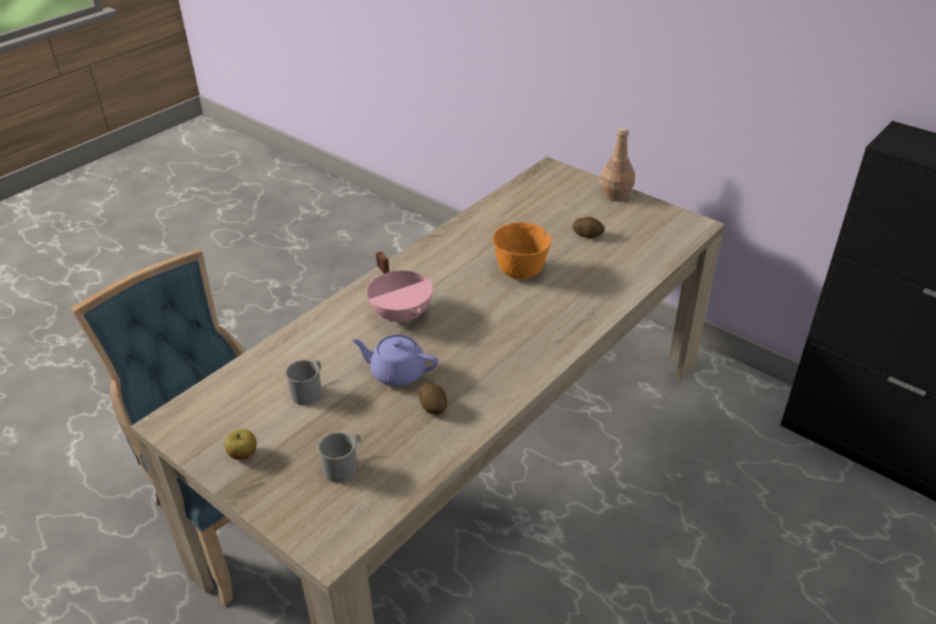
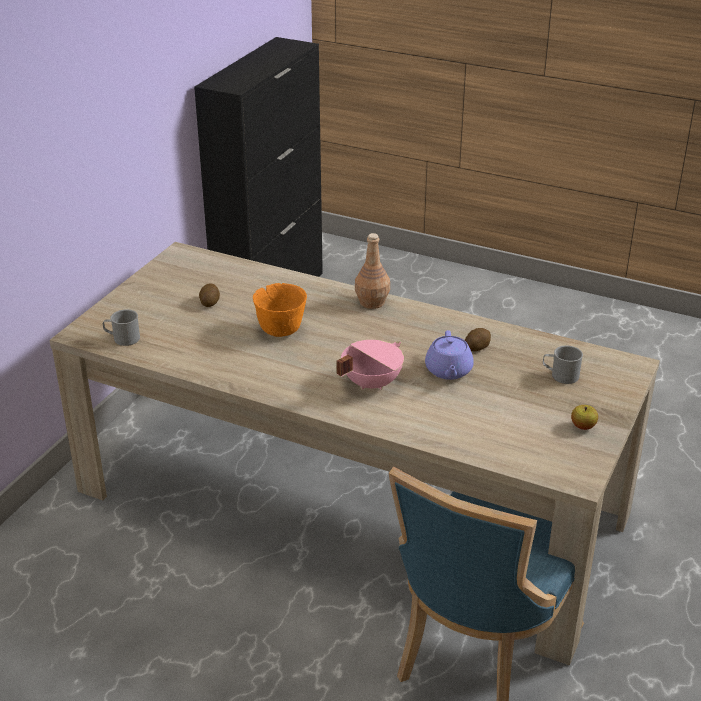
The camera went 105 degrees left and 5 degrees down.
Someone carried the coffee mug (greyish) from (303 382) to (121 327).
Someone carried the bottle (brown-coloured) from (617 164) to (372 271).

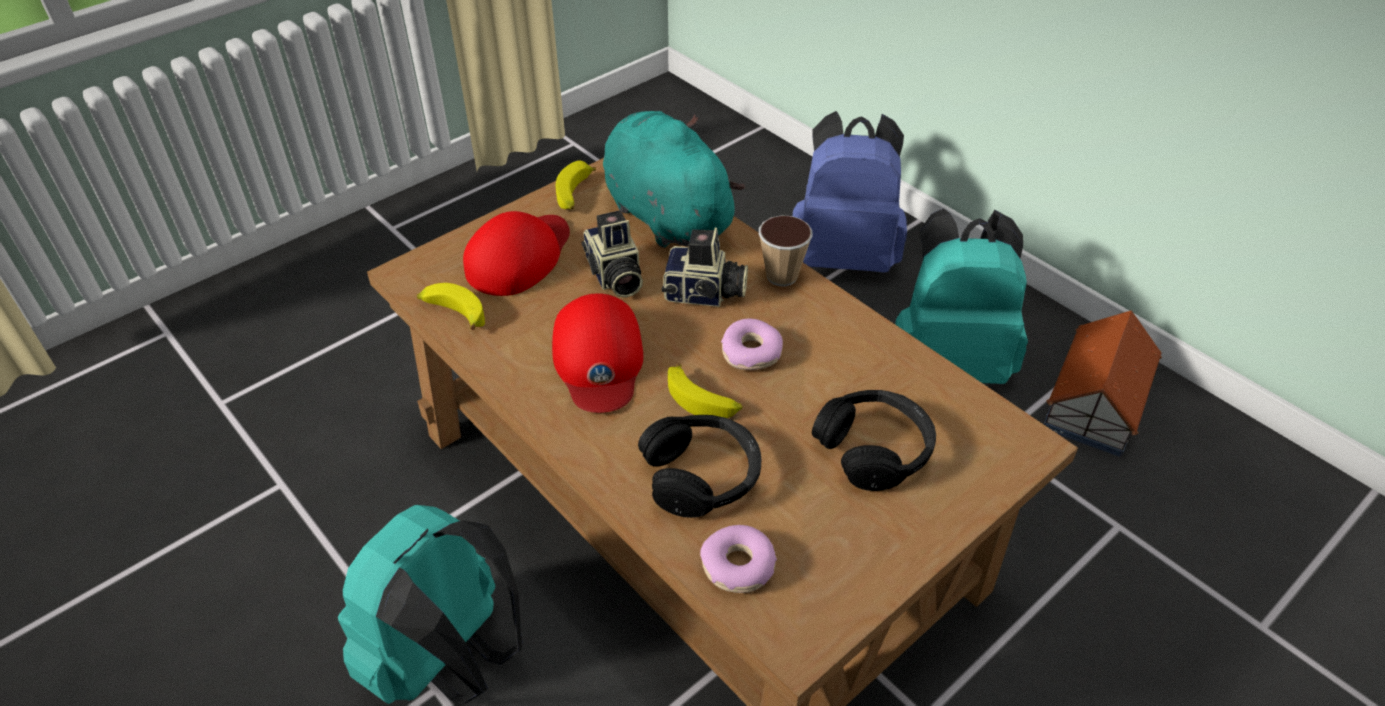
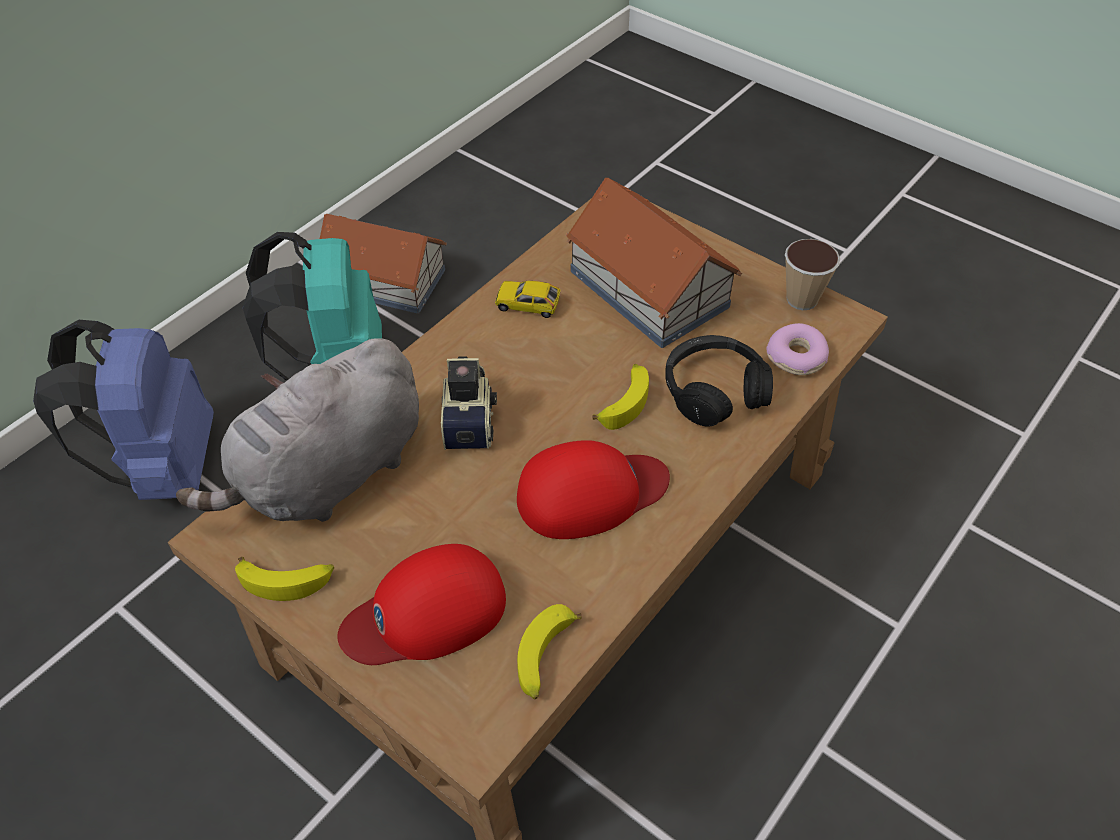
The camera went 100 degrees left and 5 degrees up.
Someone took away the rucksack (turquoise) at (430 604).
Someone rotated the peaked cap (red-coloured) at (516 253) by 45 degrees counterclockwise.
Someone took away the photo camera at (612 254).
Someone repainted the cuddly toy (turquoise) at (674 179), which became the cuddly toy (greyish) at (297 430).
Someone took away the doughnut at (752 344).
Someone carried the small cup from (785 251) to (812 274).
Someone swapped the headset (black-coloured) at (874 440) for the model house at (654 263).
Someone put down the miniature car at (527 299).

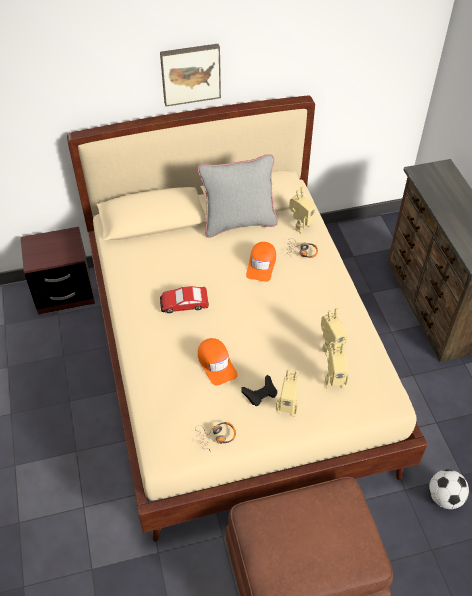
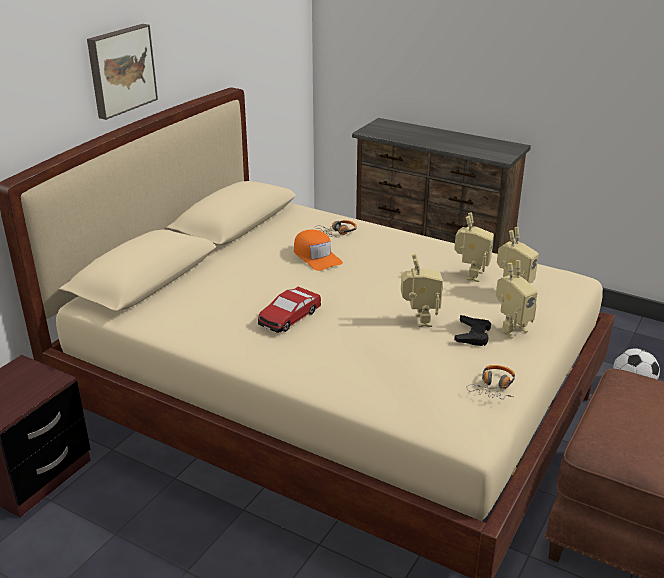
The camera went 45 degrees left and 20 degrees down.
Someone took away the throw pillow (greyish) at (237 196).
Someone took away the peaked cap (orange) at (218 362).
Someone carried the model robot from (302 210) to (422 290).

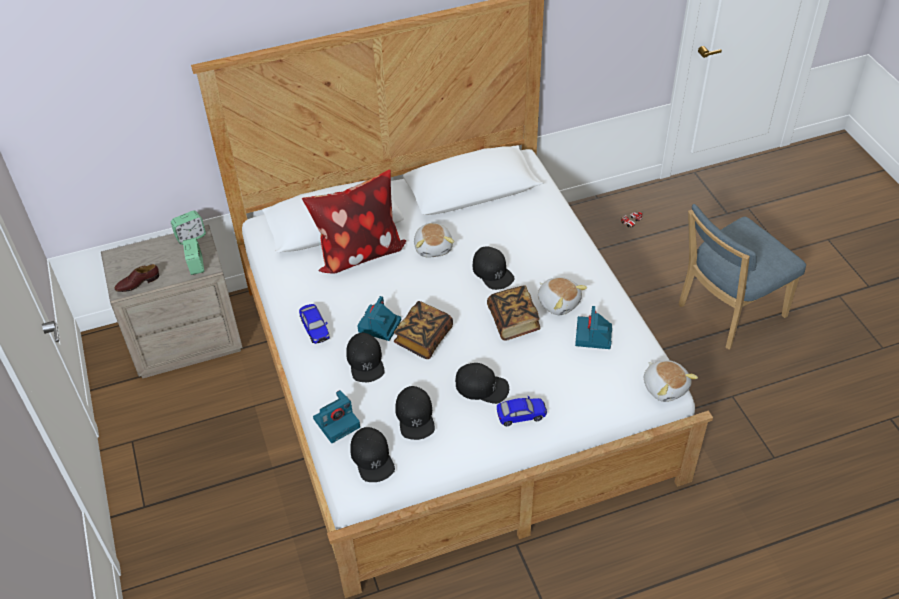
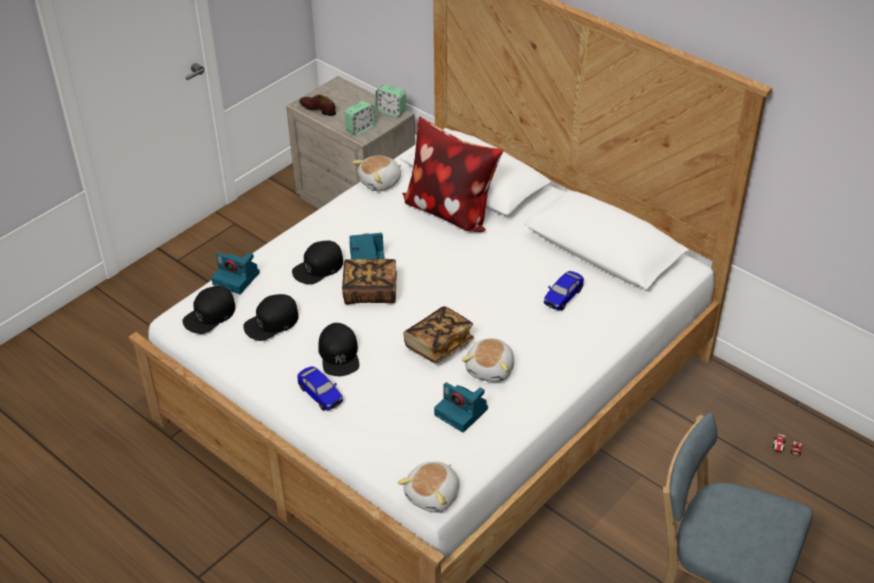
The camera went 60 degrees right and 5 degrees down.
Someone carried the miniature car from (314 324) to (564 291).
Someone carried the cuddly toy from (434 240) to (377 173).
Someone took away the peaked cap (black-coloured) at (494 268).
Someone rotated the photo camera at (593 327) by 120 degrees counterclockwise.

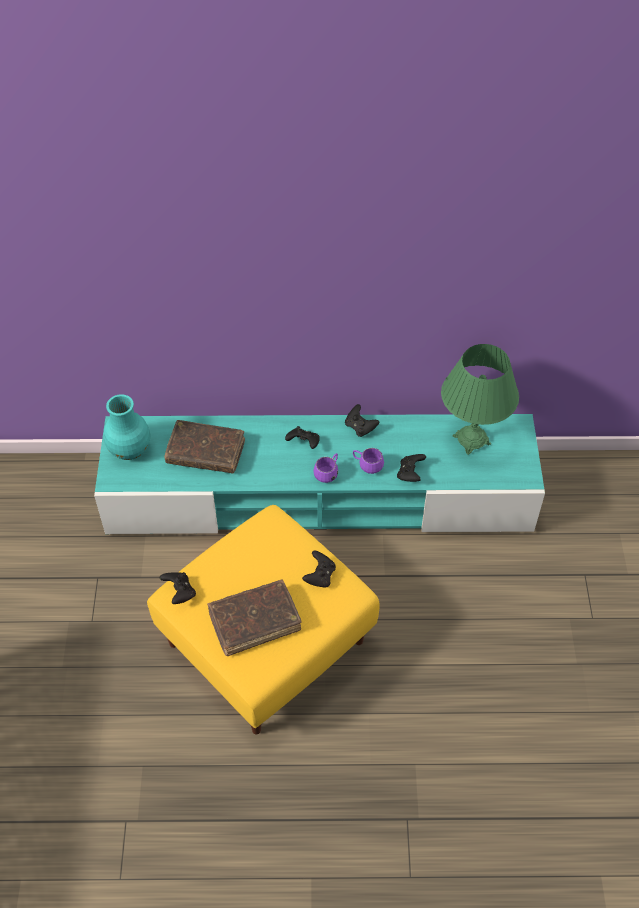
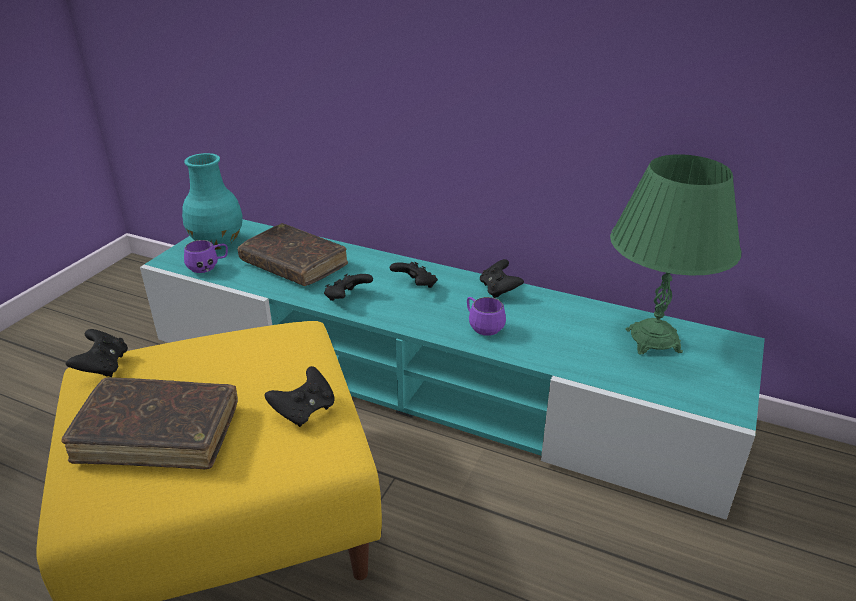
The camera went 25 degrees right and 20 degrees down.
Someone carried the coffee mug (purple) from (325 468) to (206 256).
Someone carried the joypad (black-coloured) from (411 468) to (348 287).

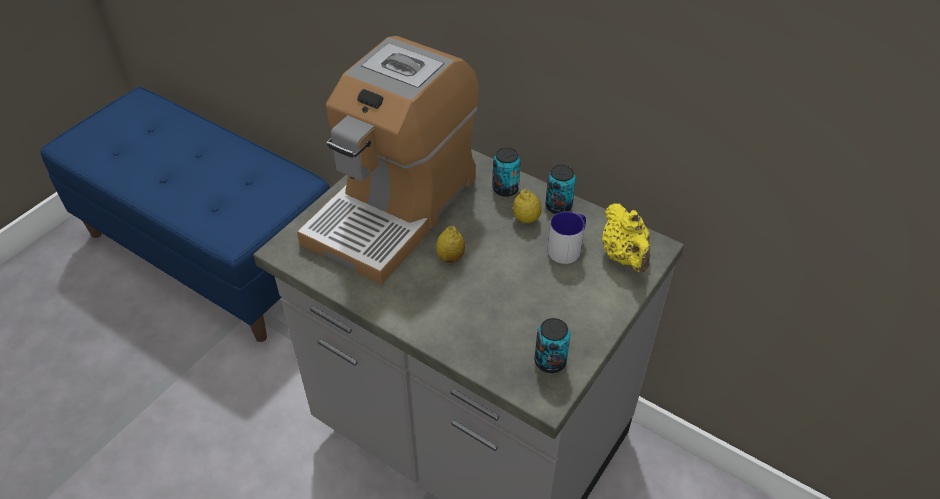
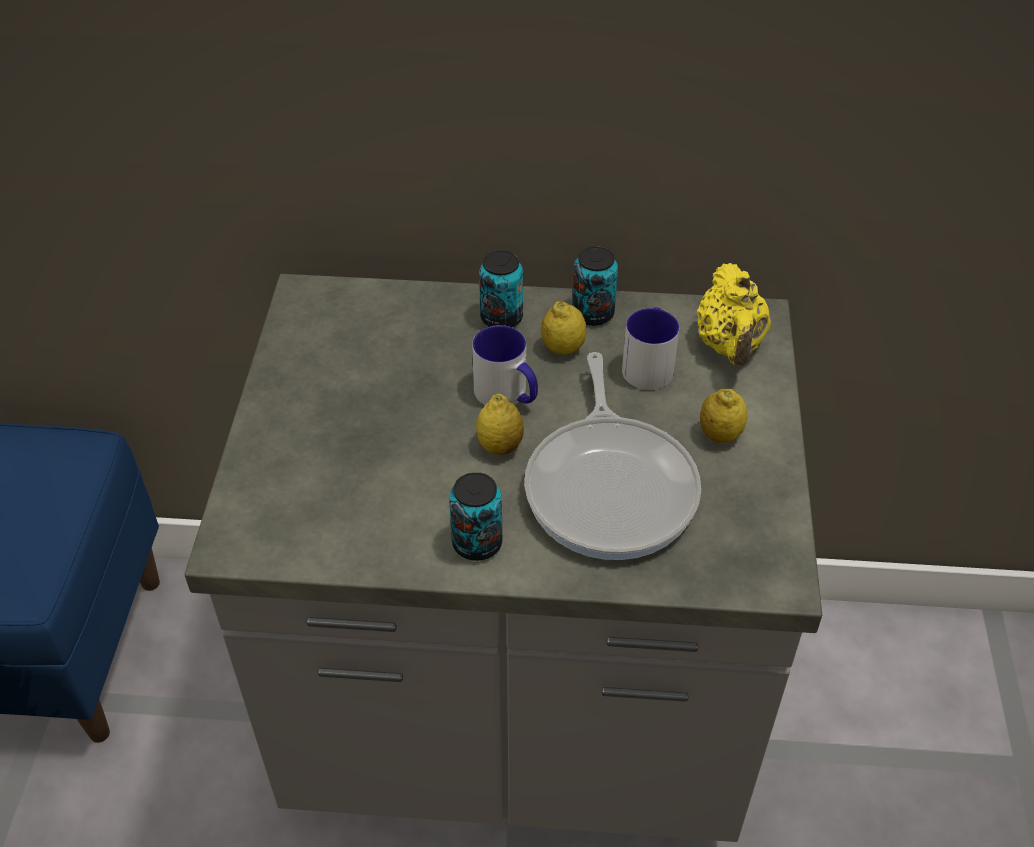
The camera went 30 degrees left and 0 degrees up.
Someone took away the coffee machine at (388 160).
Someone carried the metal can from (552 345) to (475 516).
Someone rotated the pot for tea (yellow-coloured) at (626 237) by 45 degrees clockwise.
Someone put down the coffee mug at (505 365).
Someone put down the pan at (612 456).
Someone put down the lemon at (724 416).

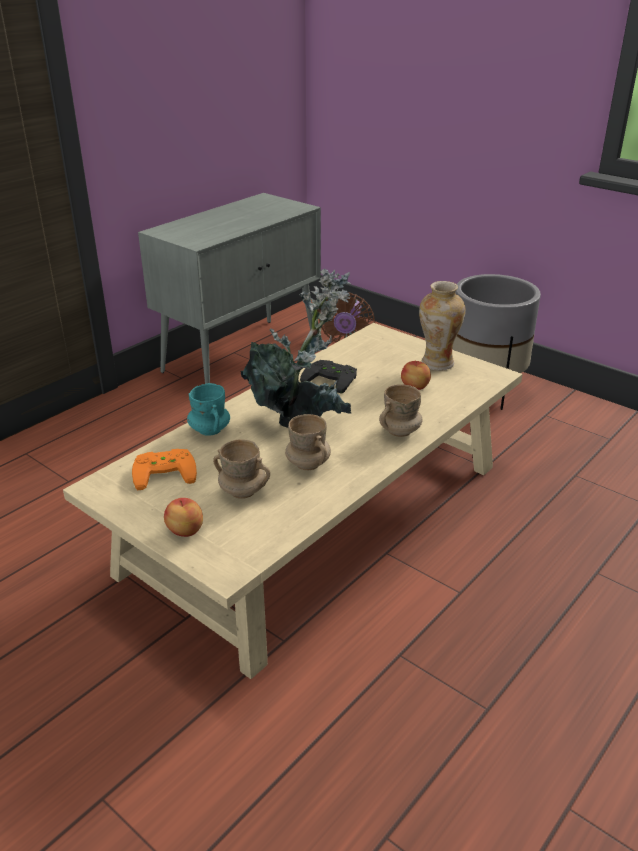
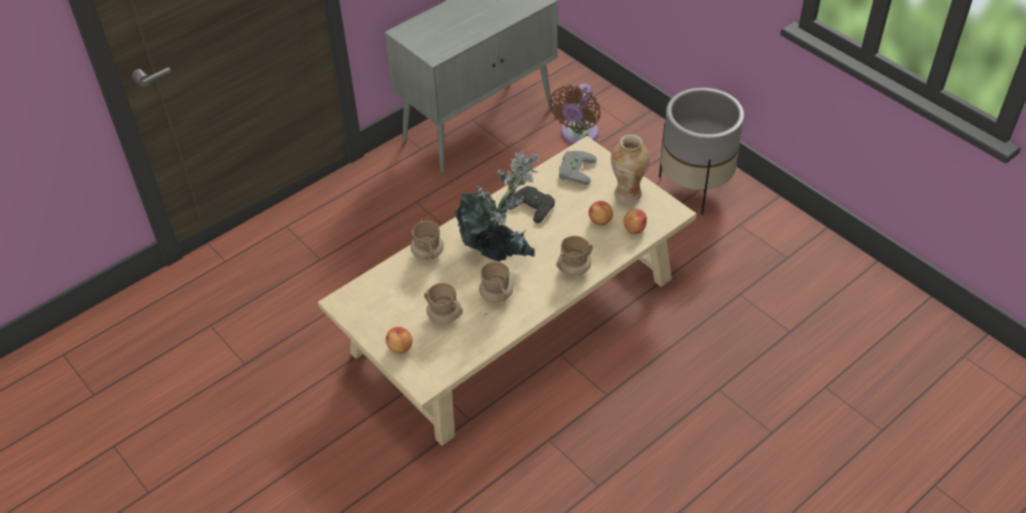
The camera went 10 degrees right and 15 degrees up.
Someone took away the joypad (orange) at (164 469).
Someone repainted the coffee mug (turquoise) at (208 409), which became the coffee mug (beige-coloured) at (427 240).
Someone put down the joypad (greyish) at (578 168).
Someone put down the whole apple at (635 221).

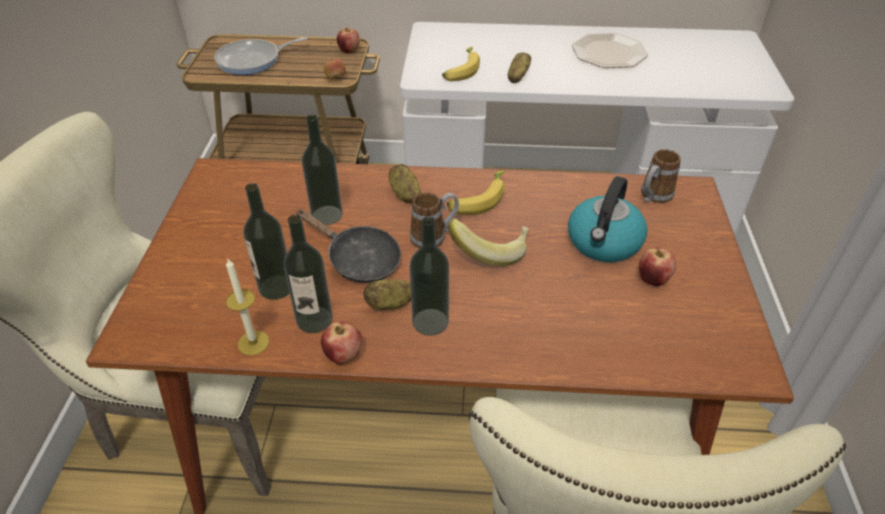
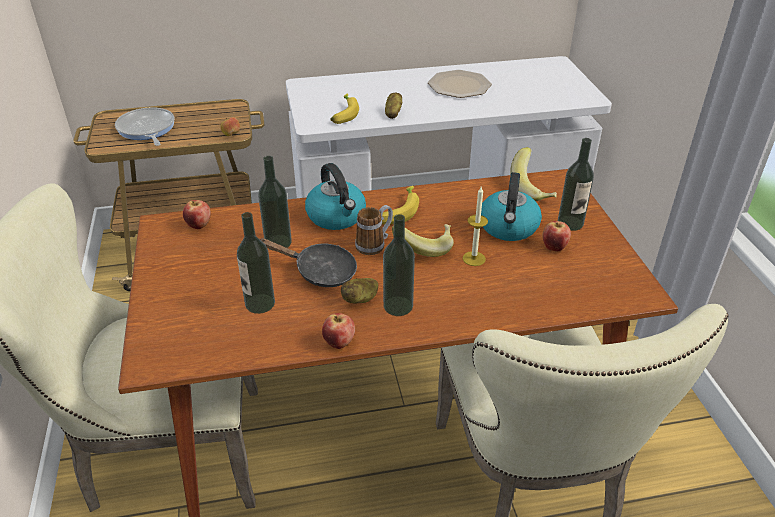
The camera went 15 degrees left and 5 degrees down.
Someone rotated the pan at (260 56) by 105 degrees clockwise.
Someone carried the wax light from (248 307) to (475 226).
Someone carried the bottle from (308 273) to (576 184).
Someone carried the whole apple from (348 41) to (197 214).
Someone swapped the whole potato at (404 184) for the tea kettle at (335 196).
Someone swapped the coffee mug at (661 176) for the whole banana at (533 174).

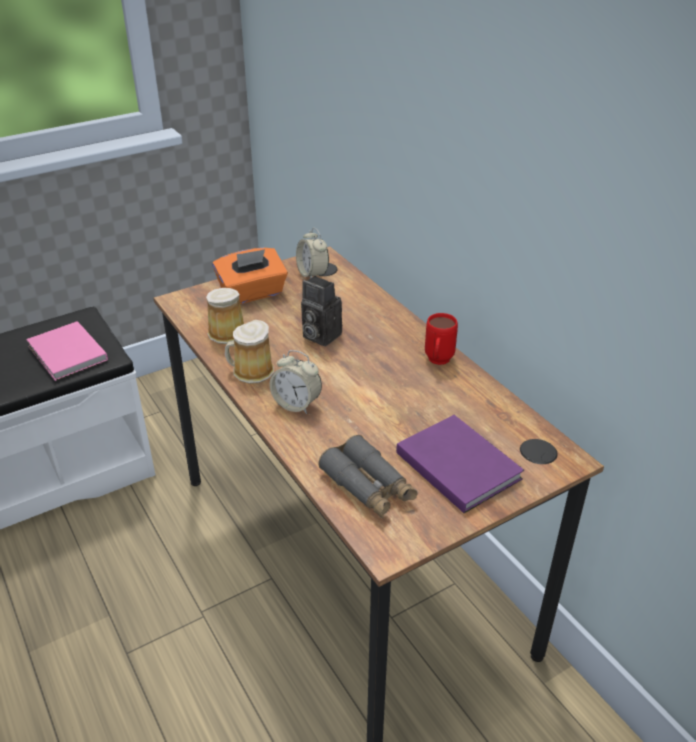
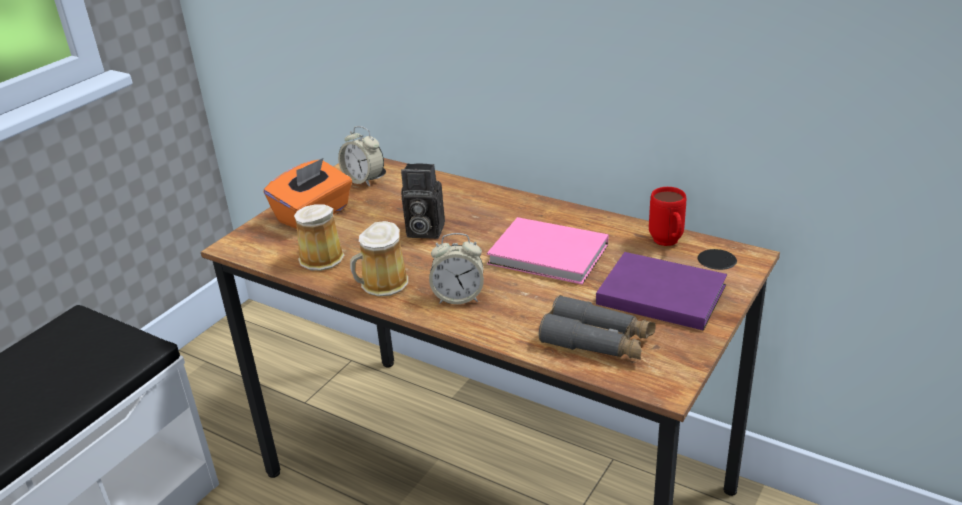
The camera went 25 degrees left and 5 degrees down.
Someone carried the book (pink) from (67 351) to (547 251).
Someone carried the coffee mug (red-coloured) from (441 339) to (667 216).

